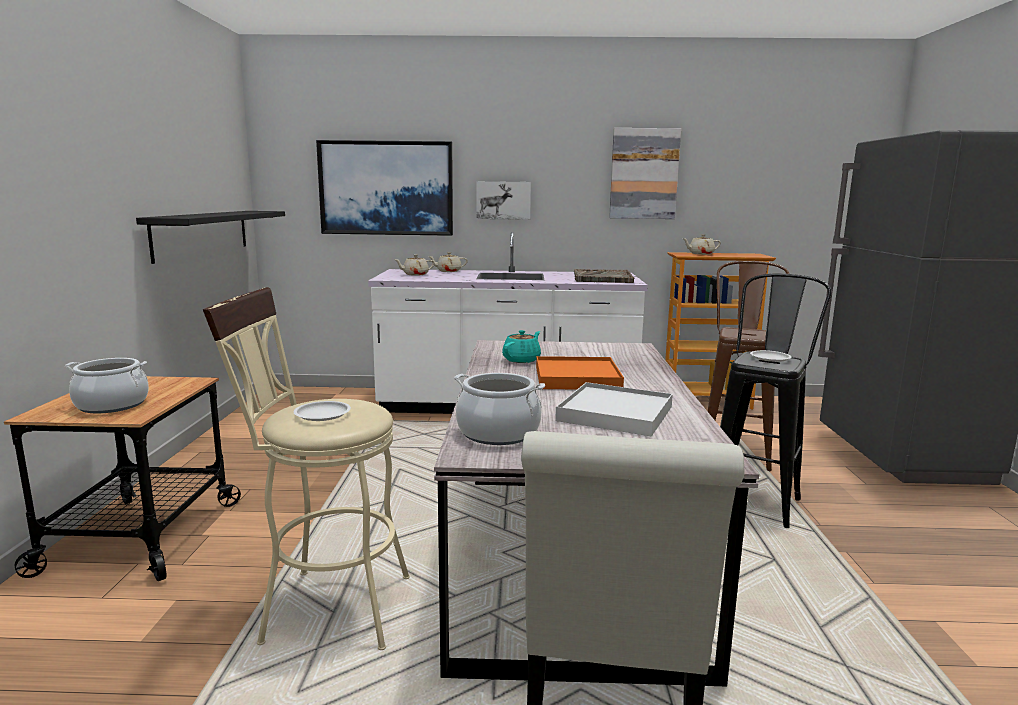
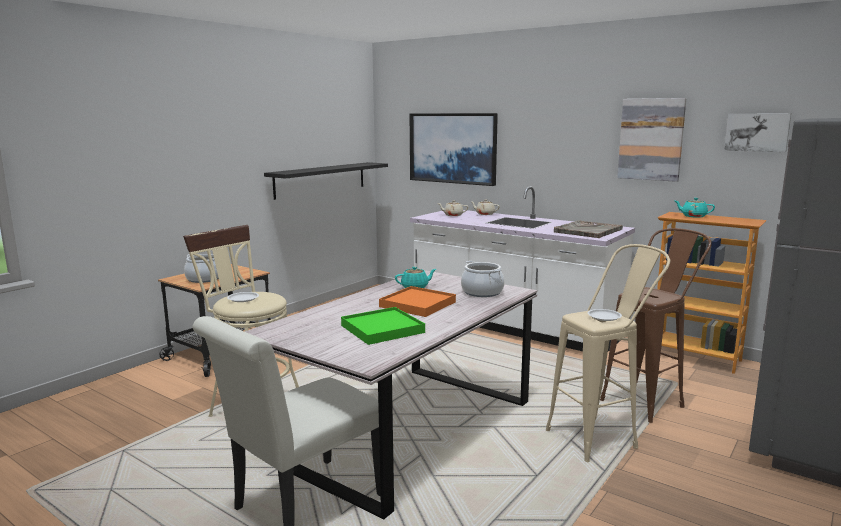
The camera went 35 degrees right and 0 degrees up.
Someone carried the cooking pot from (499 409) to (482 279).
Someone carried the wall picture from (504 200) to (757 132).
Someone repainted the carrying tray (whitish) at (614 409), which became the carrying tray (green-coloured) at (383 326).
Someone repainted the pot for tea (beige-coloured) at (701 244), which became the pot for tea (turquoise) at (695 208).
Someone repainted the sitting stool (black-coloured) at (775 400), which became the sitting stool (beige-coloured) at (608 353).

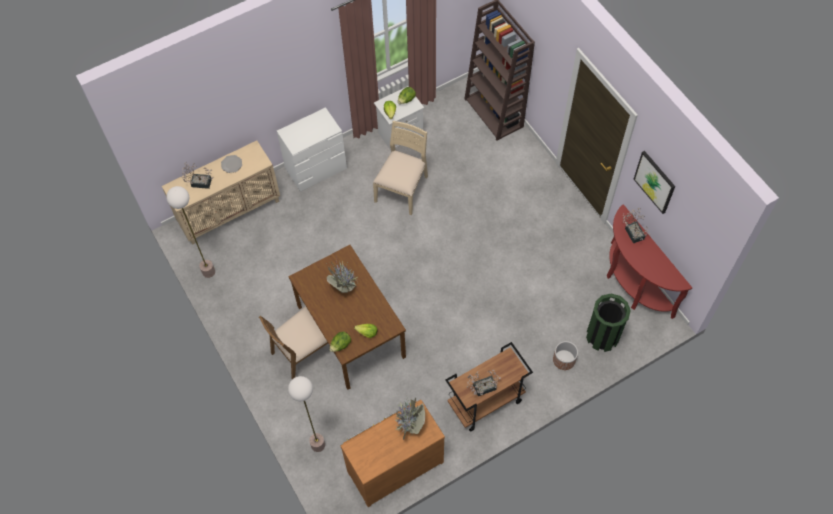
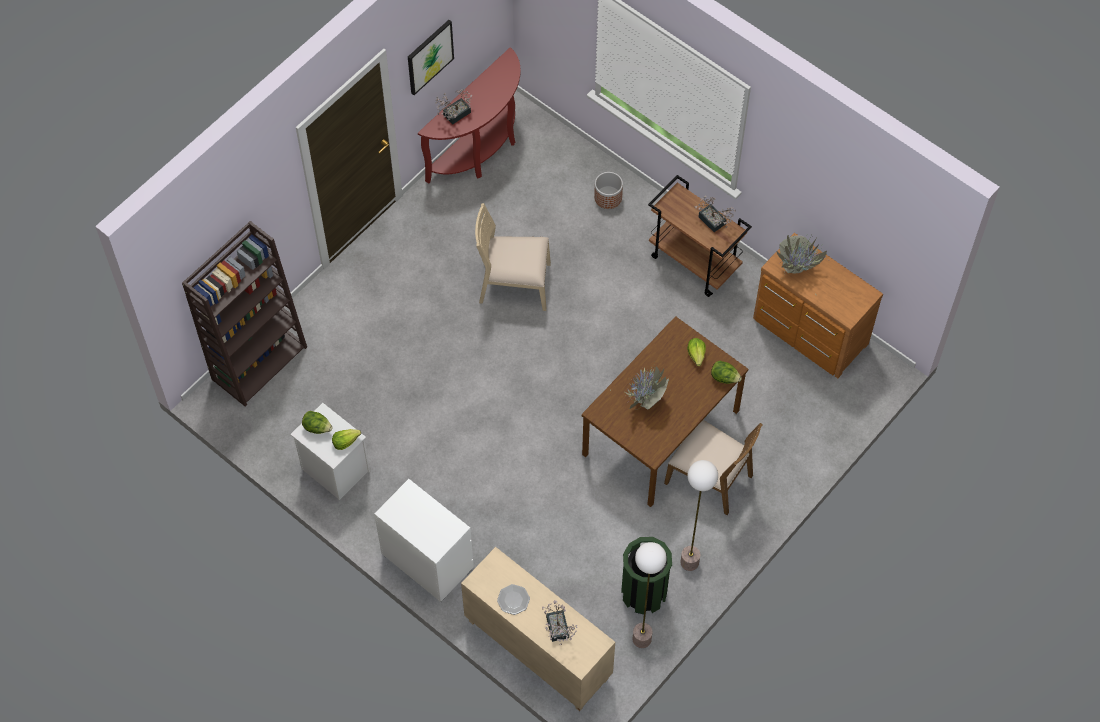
The camera went 110 degrees left and 0 degrees up.
Someone carried the standing lamp from (306 414) to (699 515).
Someone carried the upright chair (beige-coloured) from (400 167) to (513 257).
Someone carried the trash can (green-coloured) from (608 323) to (646 575).

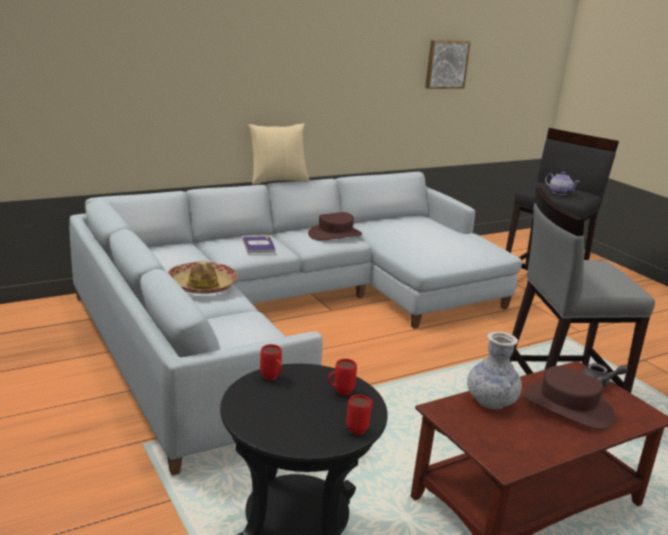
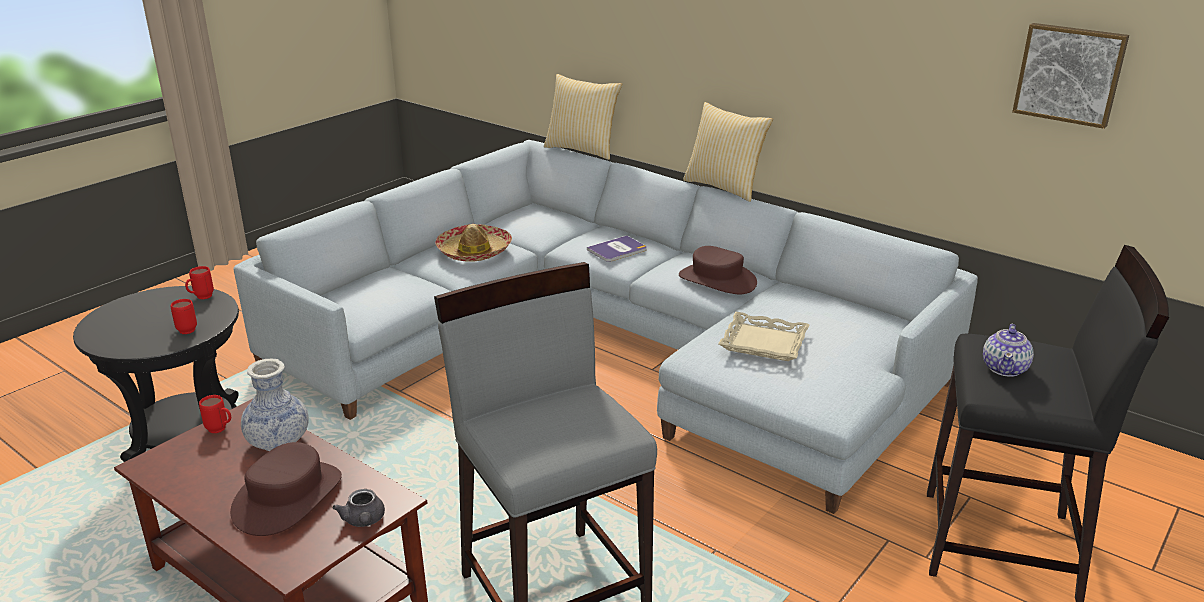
The camera went 70 degrees right and 5 degrees up.
Someone carried the coffee mug (red-coloured) from (359 415) to (215 414).
Someone put down the throw pillow at (583 117).
Someone put down the carrying tray (beige-coloured) at (764 336).

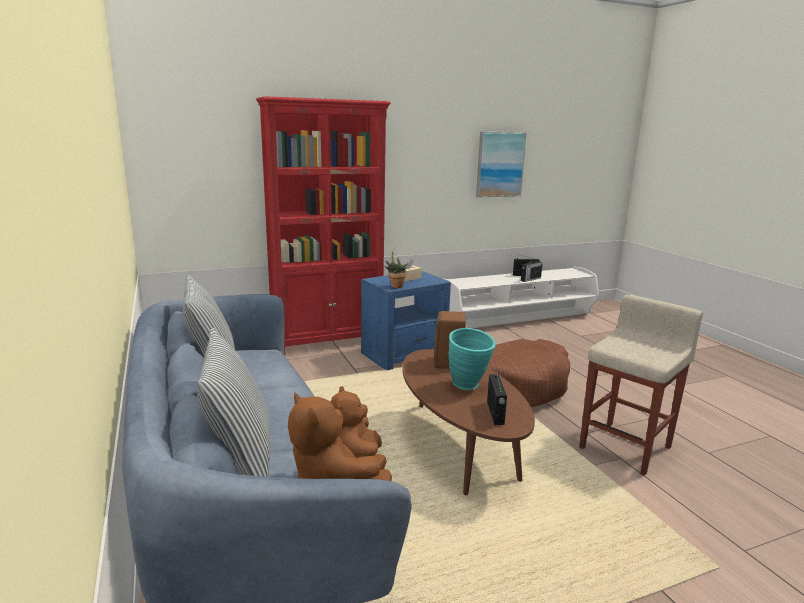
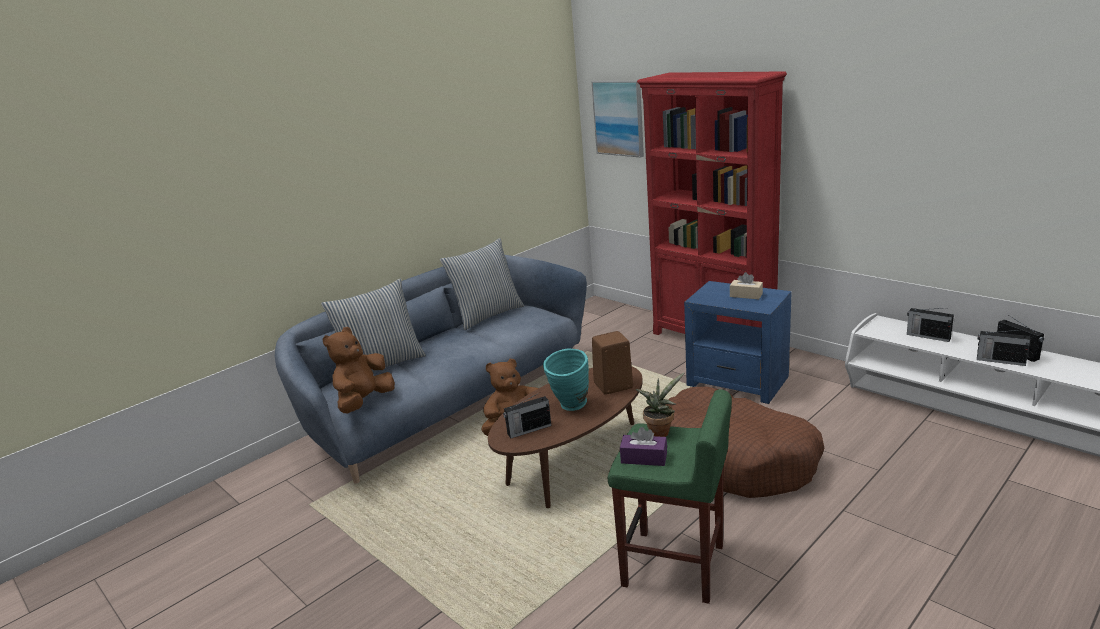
The camera went 70 degrees right and 5 degrees up.
Someone carried the potted plant from (396 268) to (660 405).
Someone carried the wall picture from (501 164) to (617 119).
Someone repainted the sitting stool (beige-coloured) at (641 385), which became the sitting stool (green-coloured) at (670 496).
Someone put down the tissue holder (purple) at (643 446).
Someone put down the radio set at (930 325).

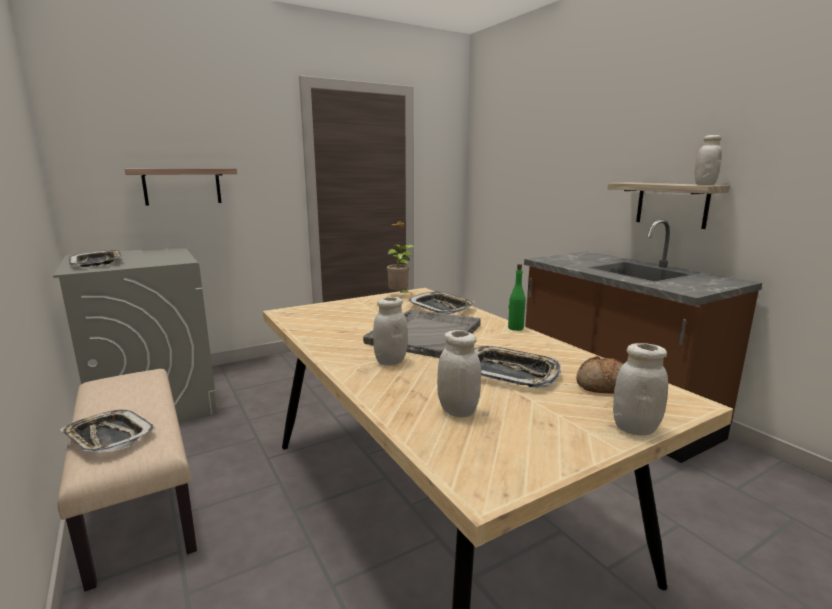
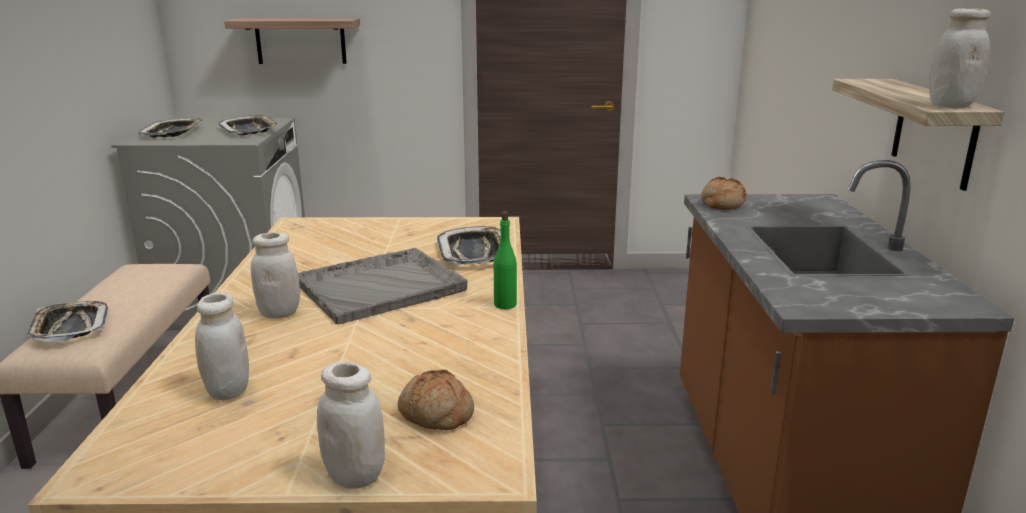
The camera went 30 degrees right and 5 degrees up.
Someone took away the potted plant at (401 268).
Someone carried the carrying tray from (517 367) to (248 125).
Someone put down the bread at (723 193).

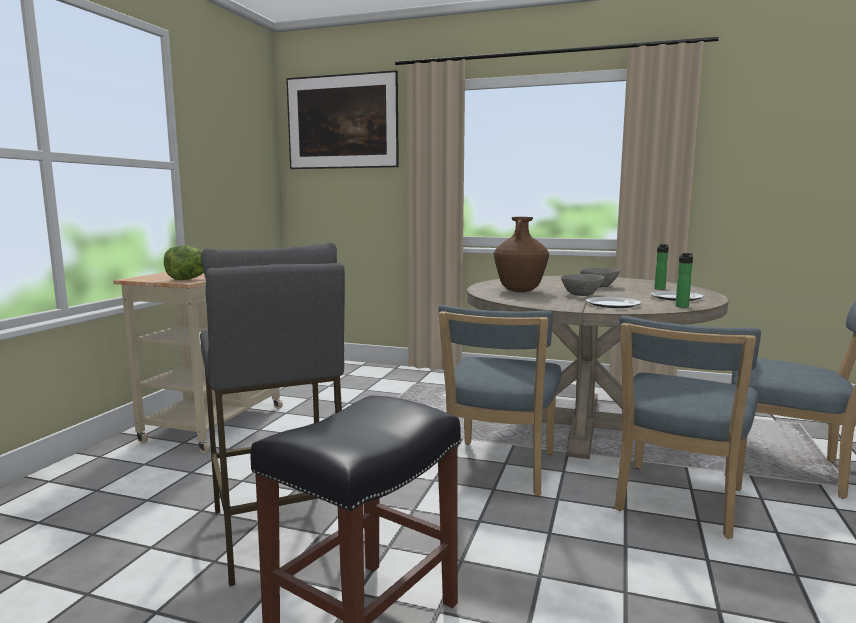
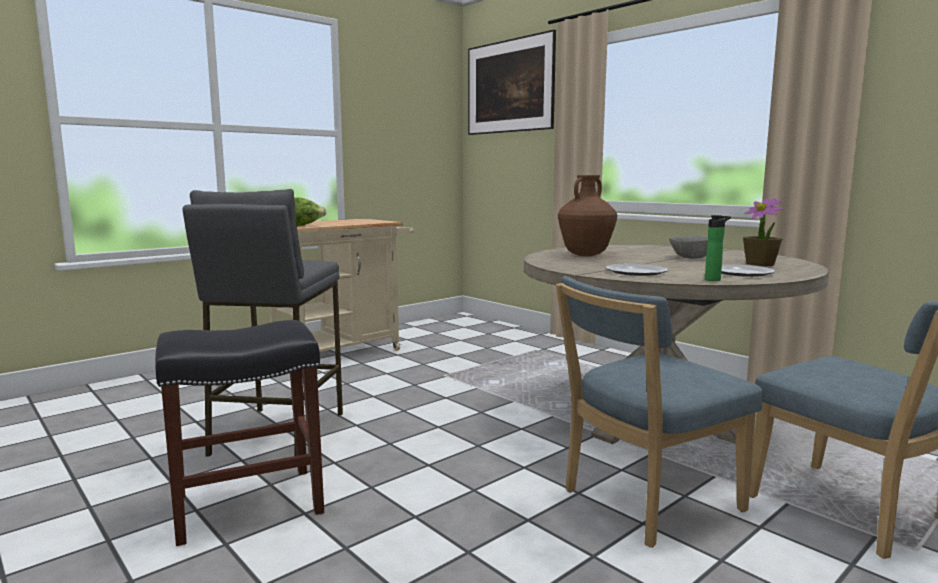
The camera went 30 degrees right and 0 degrees up.
Someone took away the upright chair (blue) at (499 400).
Someone took away the deep dish (greyish) at (583 285).
Someone swapped the bottle at (661 267) for the potted plant at (763 232).

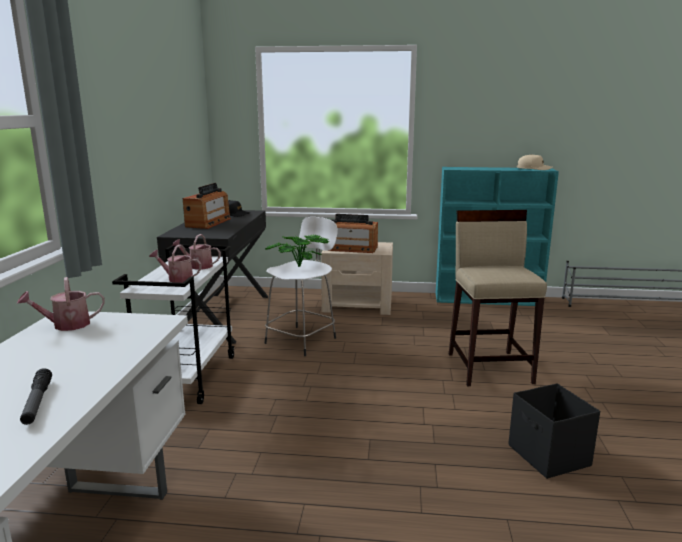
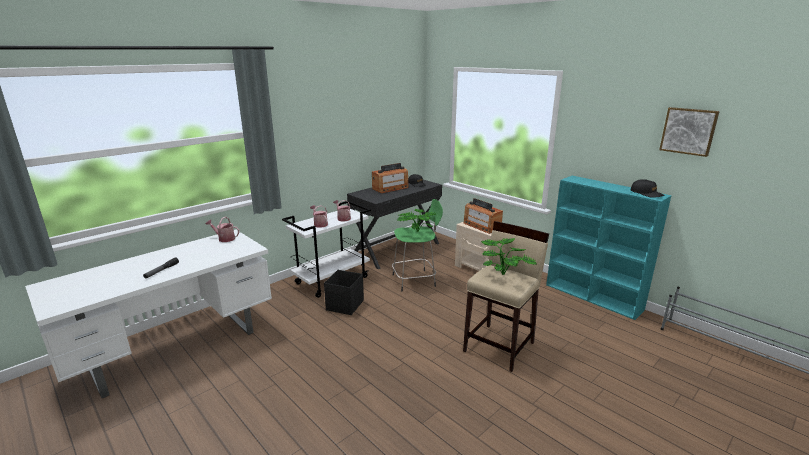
The camera went 40 degrees right and 5 degrees up.
Someone repainted the sitting stool (whitish) at (301 286), which became the sitting stool (green-coloured) at (417 245).
Someone carried the storage bin (black-coloured) from (554 431) to (344 292).
Someone repainted the peaked cap (beige-coloured) at (535 162), which became the peaked cap (black-coloured) at (647 188).
Someone put down the potted plant at (509 256).
Someone put up the wall picture at (689 132).

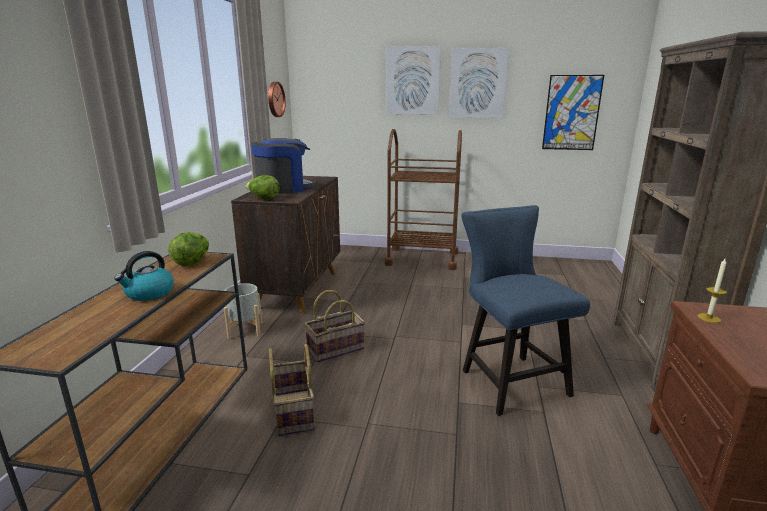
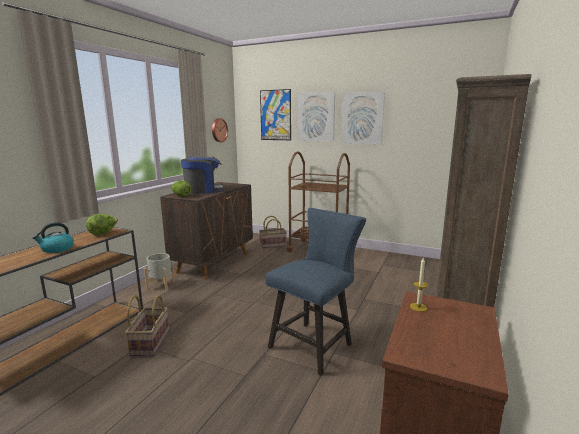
The camera went 15 degrees right and 5 degrees down.
Someone carried the household basket from (335 326) to (273 232).
Someone rotated the upright chair (blue) at (525 310) by 45 degrees clockwise.
Someone carried the wall picture from (573 112) to (275 114).

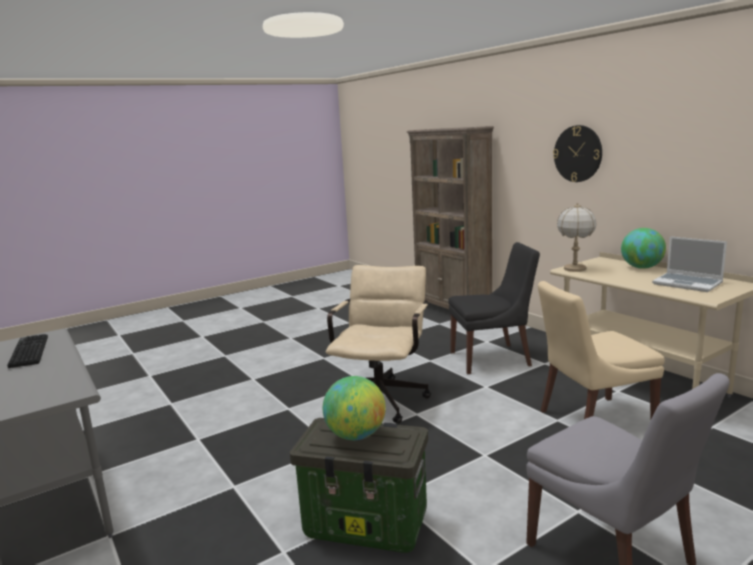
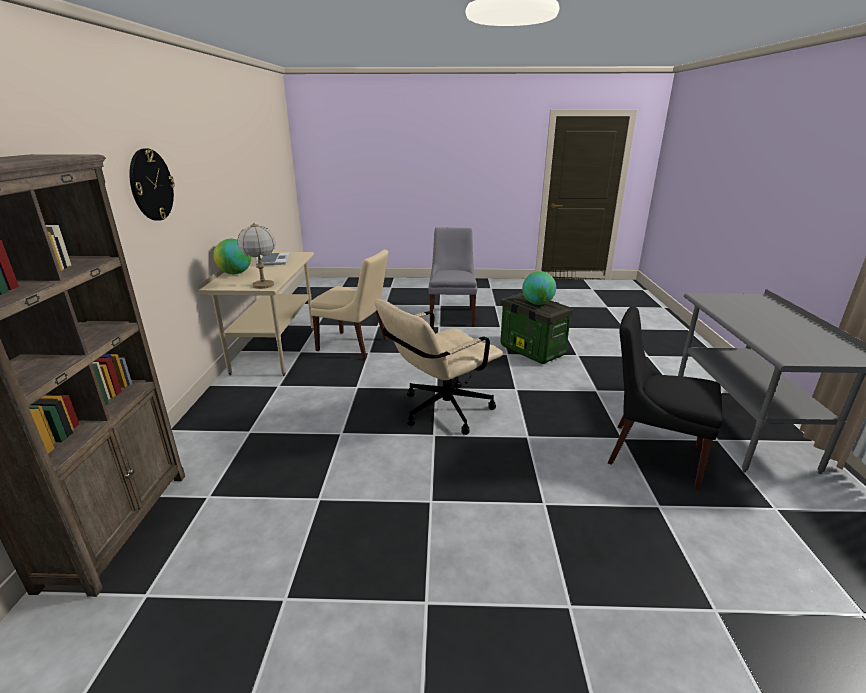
The camera went 145 degrees left and 10 degrees up.
Someone took away the computer keyboard at (27 351).
Someone carried the upright chair (black-coloured) from (494 308) to (665 398).

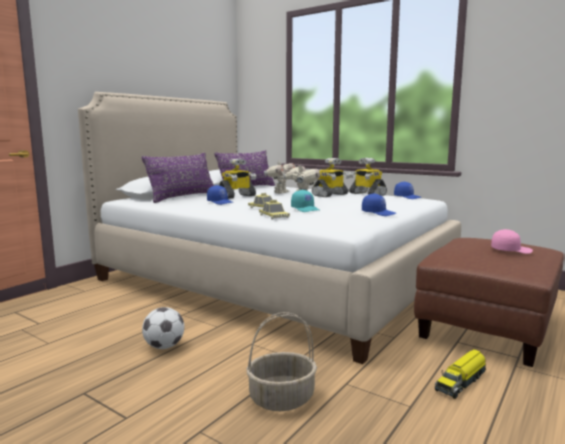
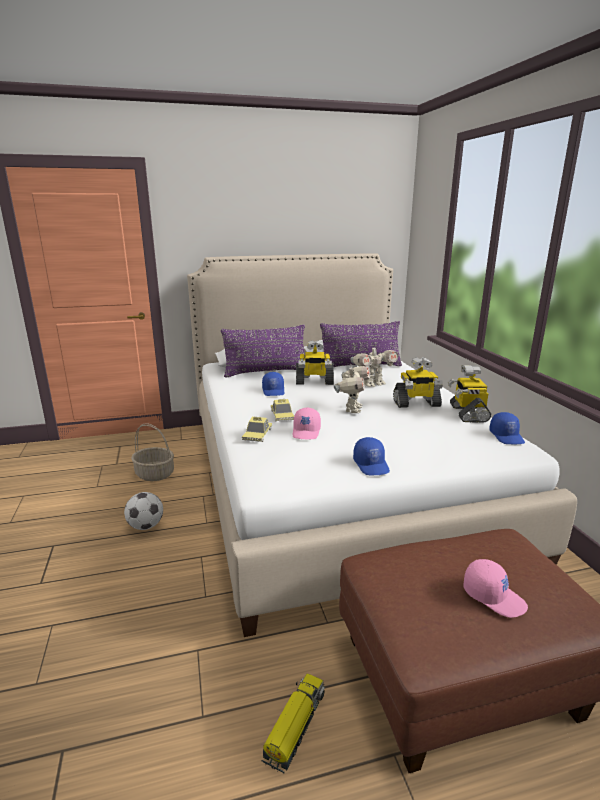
The camera went 40 degrees right and 10 degrees up.
Someone carried the household basket from (281 361) to (152 452).
Someone repainted the peaked cap (turquoise) at (305 201), which became the peaked cap (pink) at (307 423).
Someone rotated the toy truck at (460 374) by 120 degrees clockwise.

